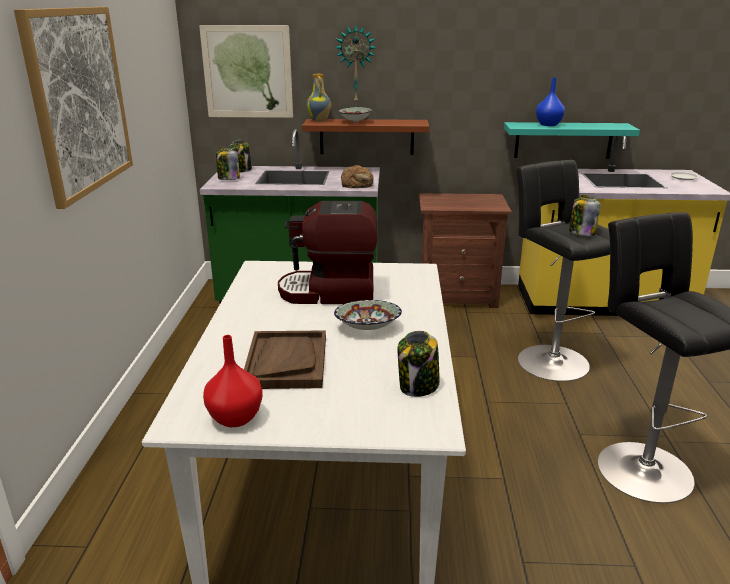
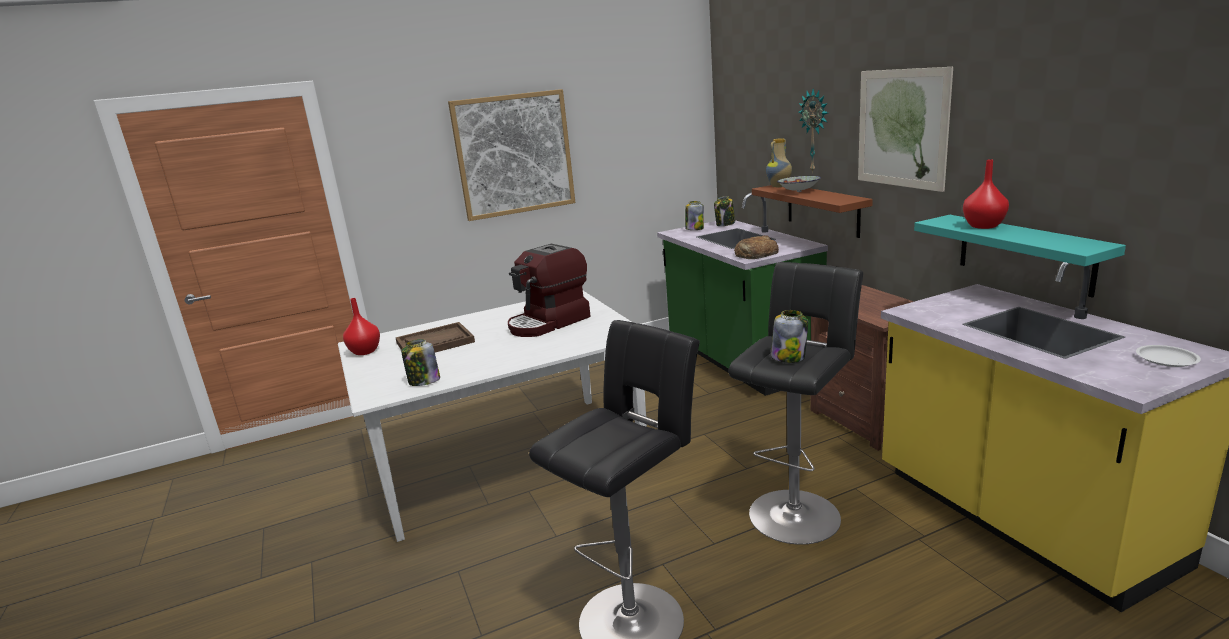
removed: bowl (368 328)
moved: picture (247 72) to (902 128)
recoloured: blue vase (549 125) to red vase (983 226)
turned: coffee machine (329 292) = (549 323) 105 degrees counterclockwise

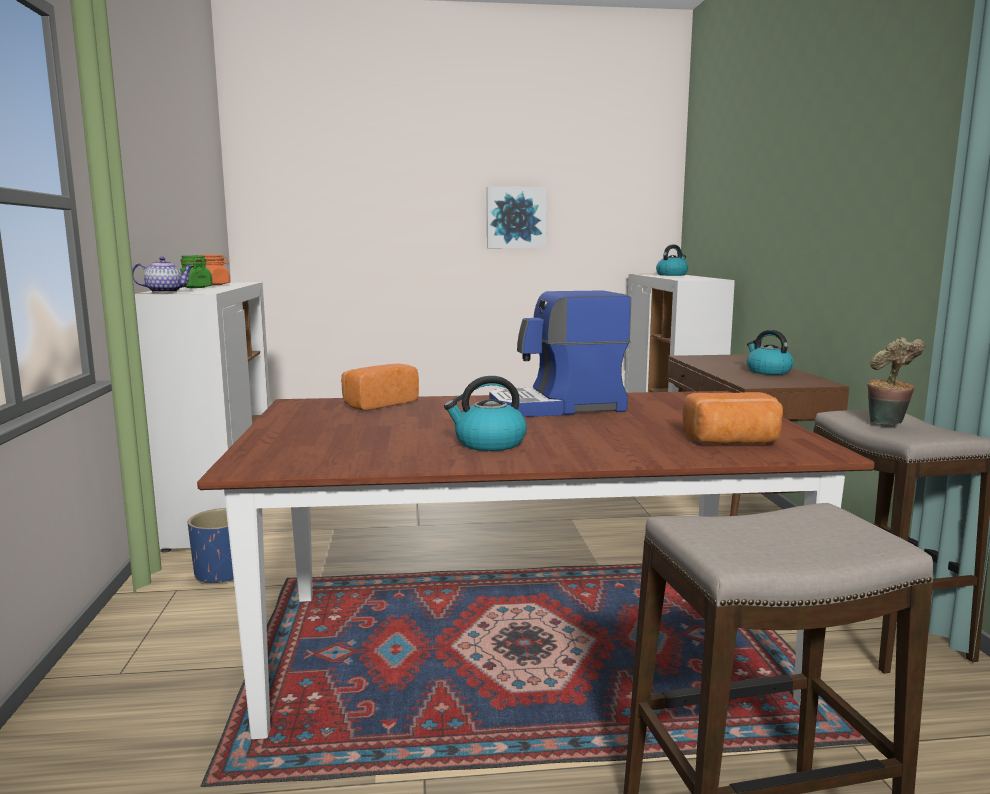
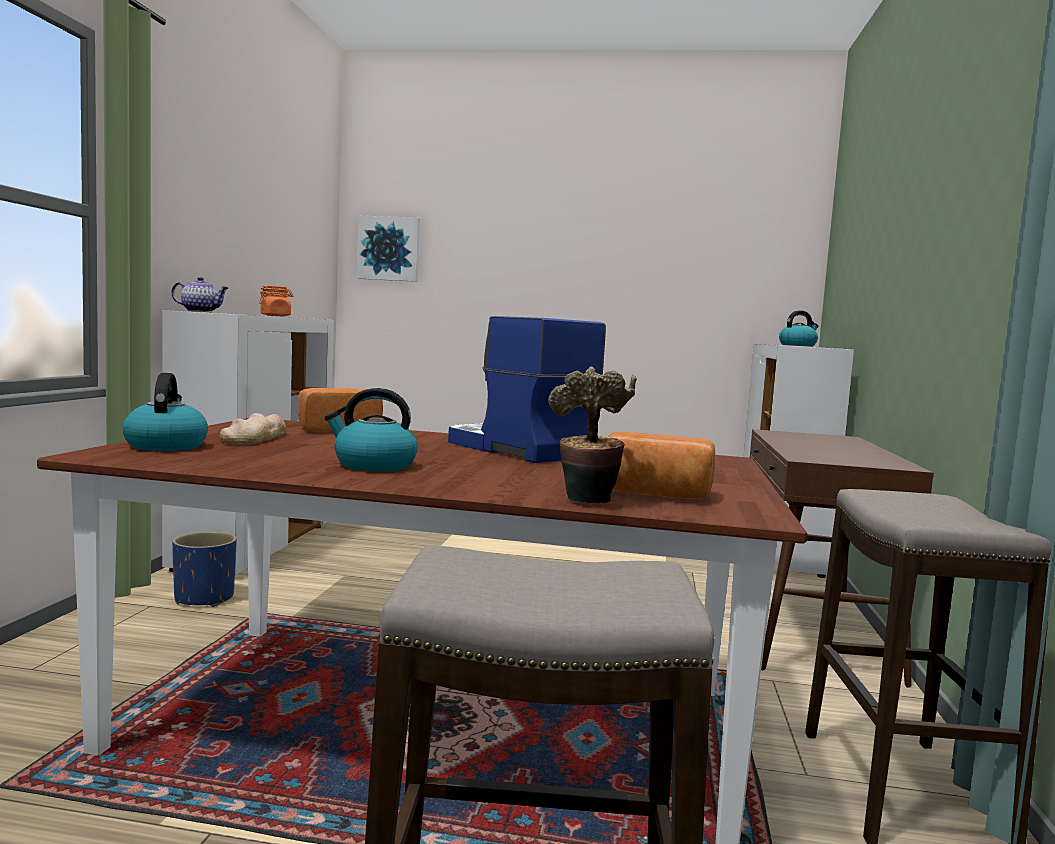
removed: green jar (195 287)
added: bread (255 437)
moved: kettle (767 371) to (166 446); picture (516 217) to (388 249); potted plant (887 424) to (587 503)
turned: coffee machine (557 407) = (516 449) 45 degrees clockwise

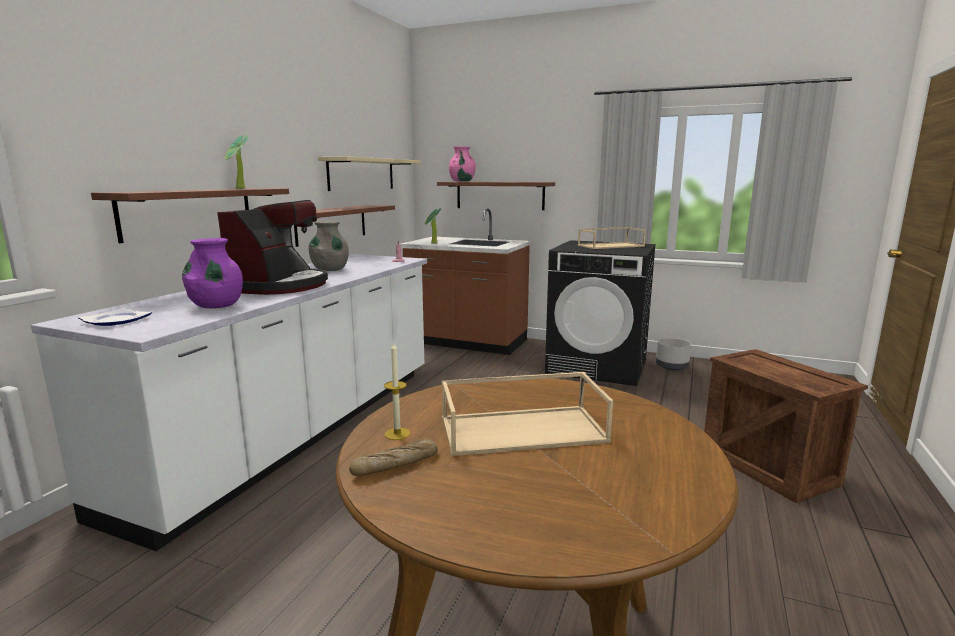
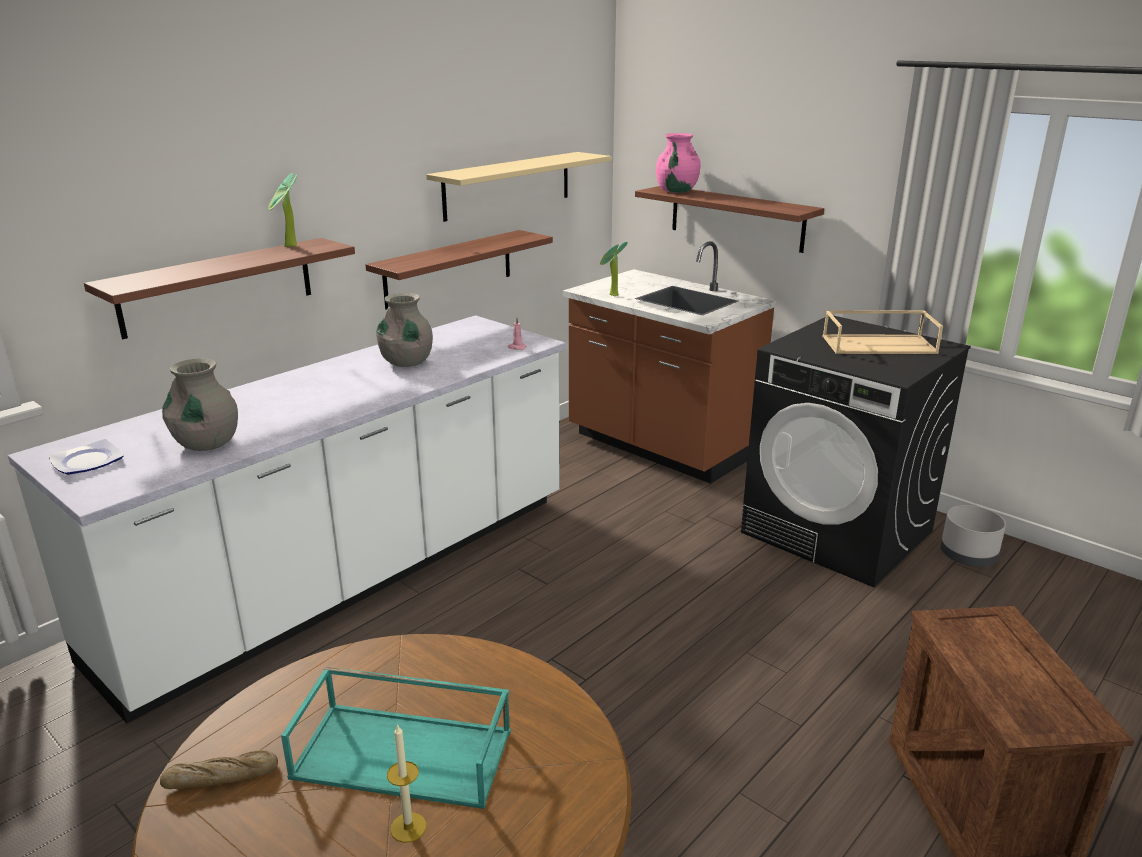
removed: coffee machine (280 286)
moved: candle (397 434) to (408 827)
recoloured: purple vase (217 306) to grey vase (207 444); beige tray (524 429) to turquoise tray (405 753)

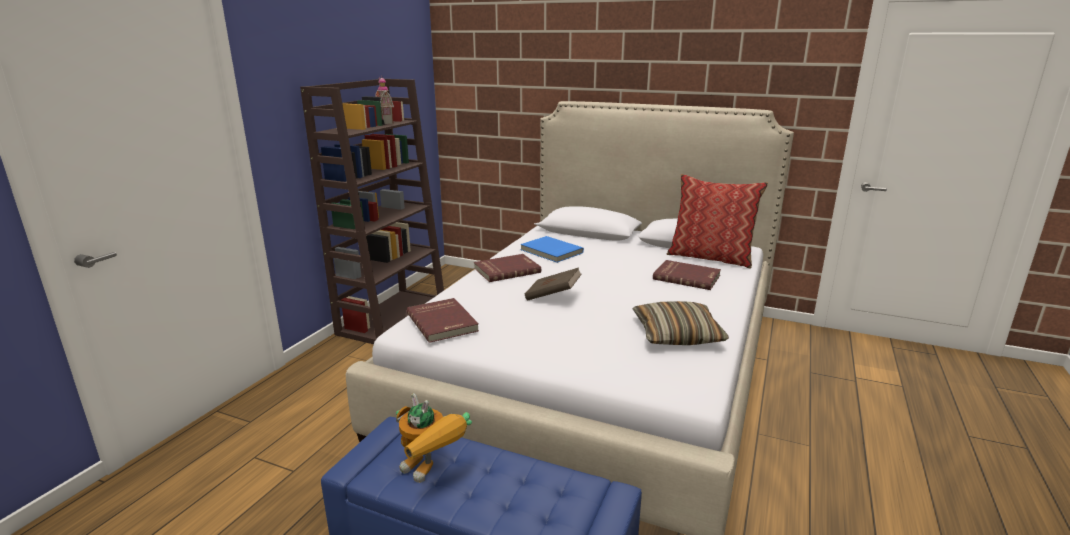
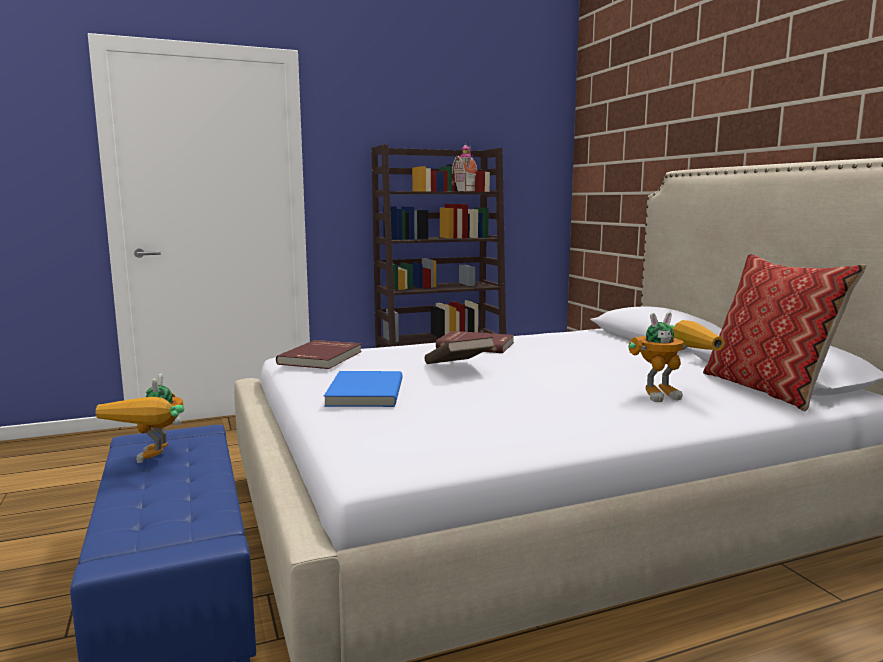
removed: pillow (677 334)
moved: blue book (550 251) to (363 393)
replaced: red book (687 277) to toy robot (670 394)

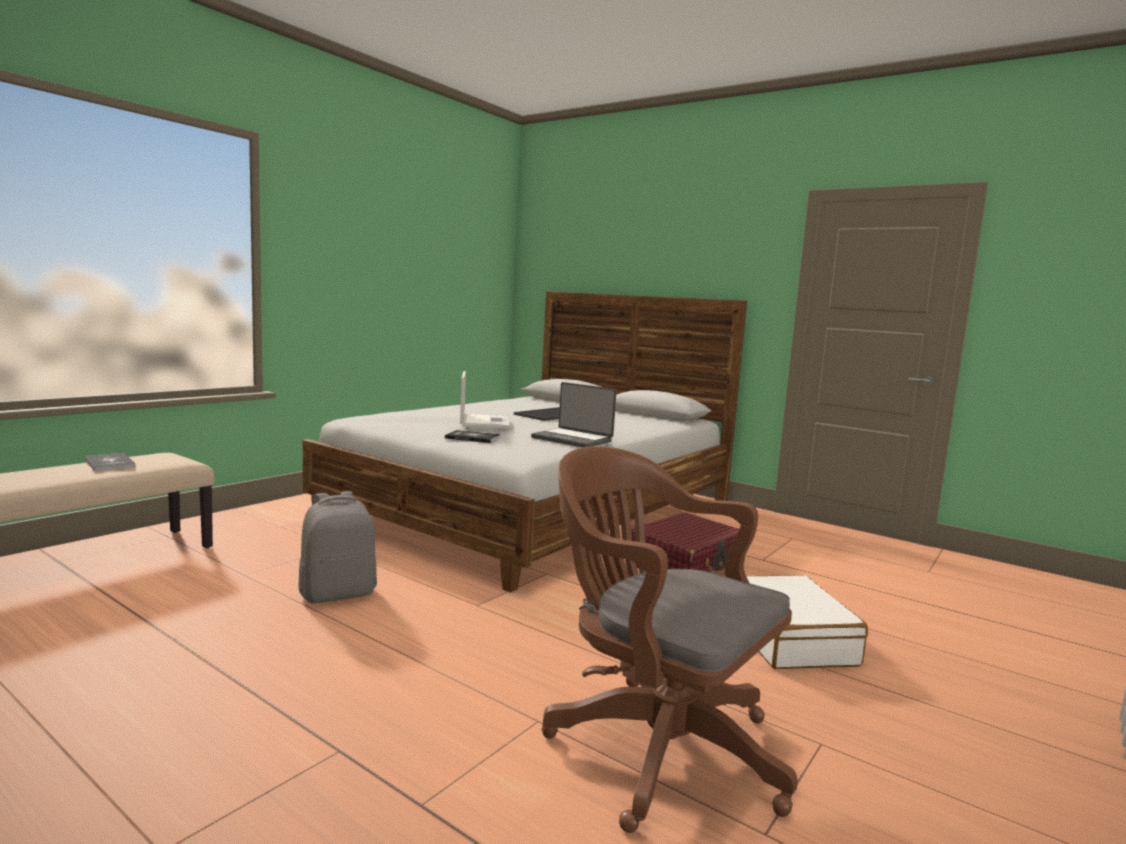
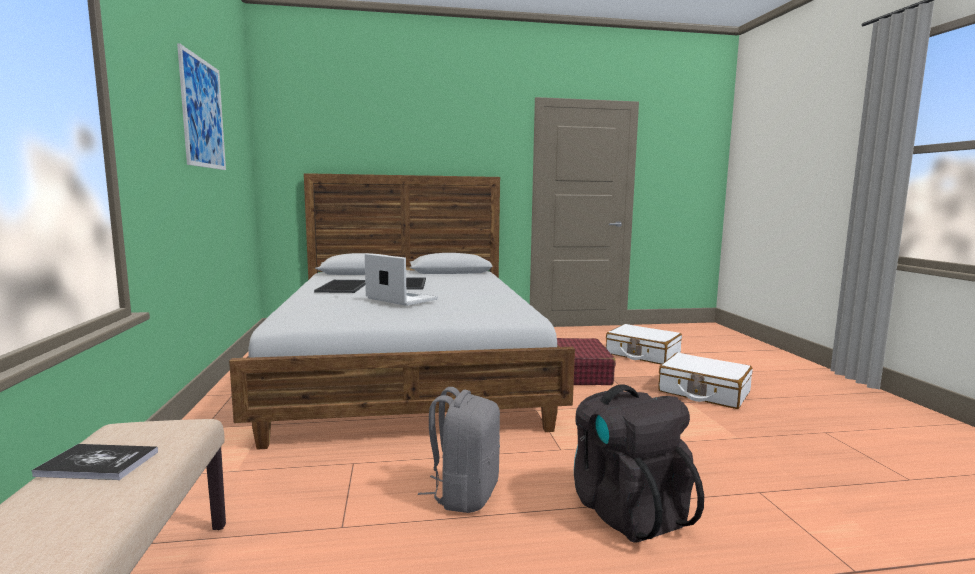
removed: book (472 438); laptop (573 439); brown office chair (655 745)
added: picture (203 113); tray (344 287); black backpack (626 510); white suitcase (642 354)

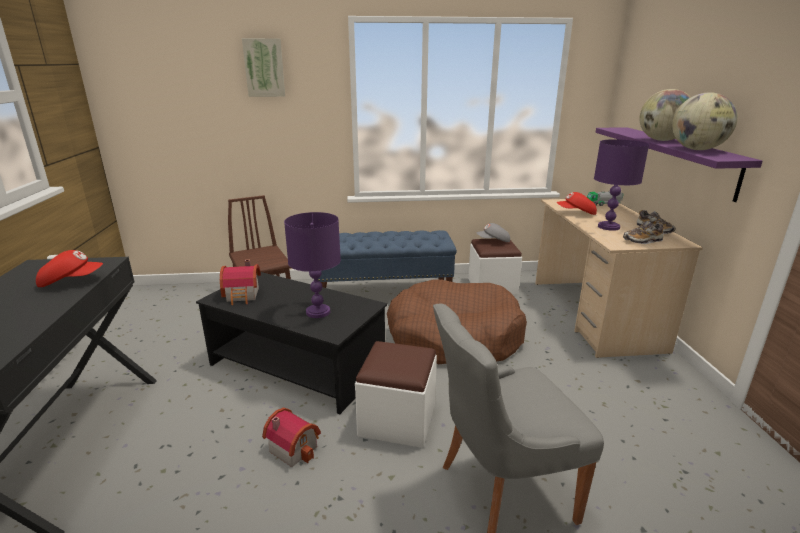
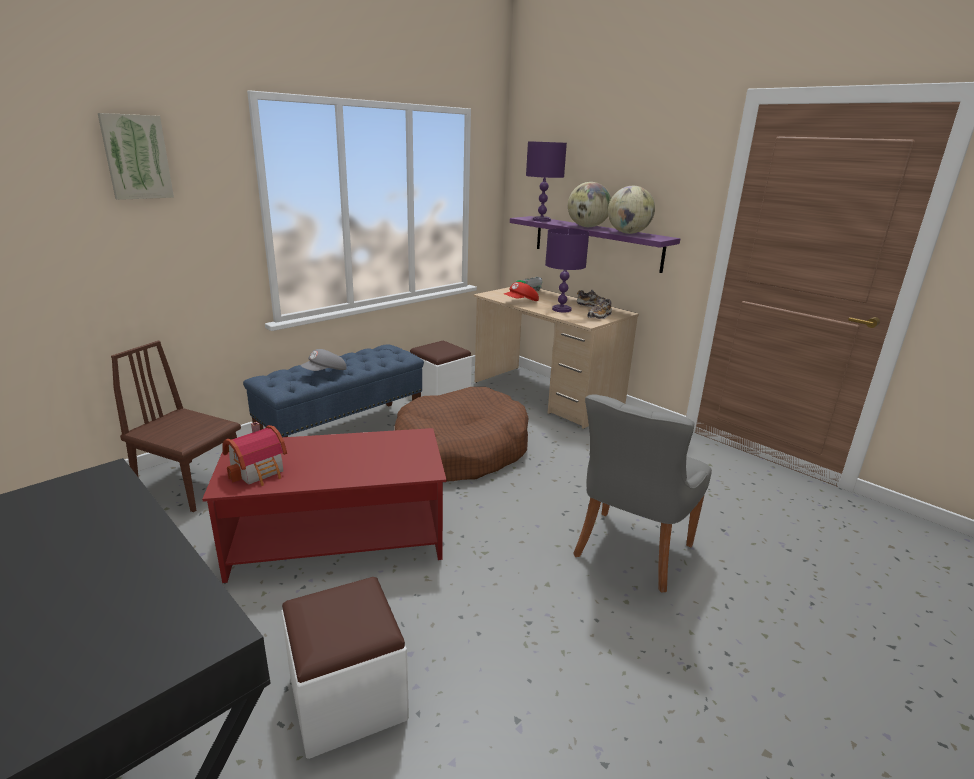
removed: red cap (71 281); toy house (294 447)
moved: white ottoman (397 420) to (347 698); grey cap (493 241) to (325 372); purple table lamp (318 312) to (542 220)
recoloured: black coffee table (298 366) to red coffee table (339 537)

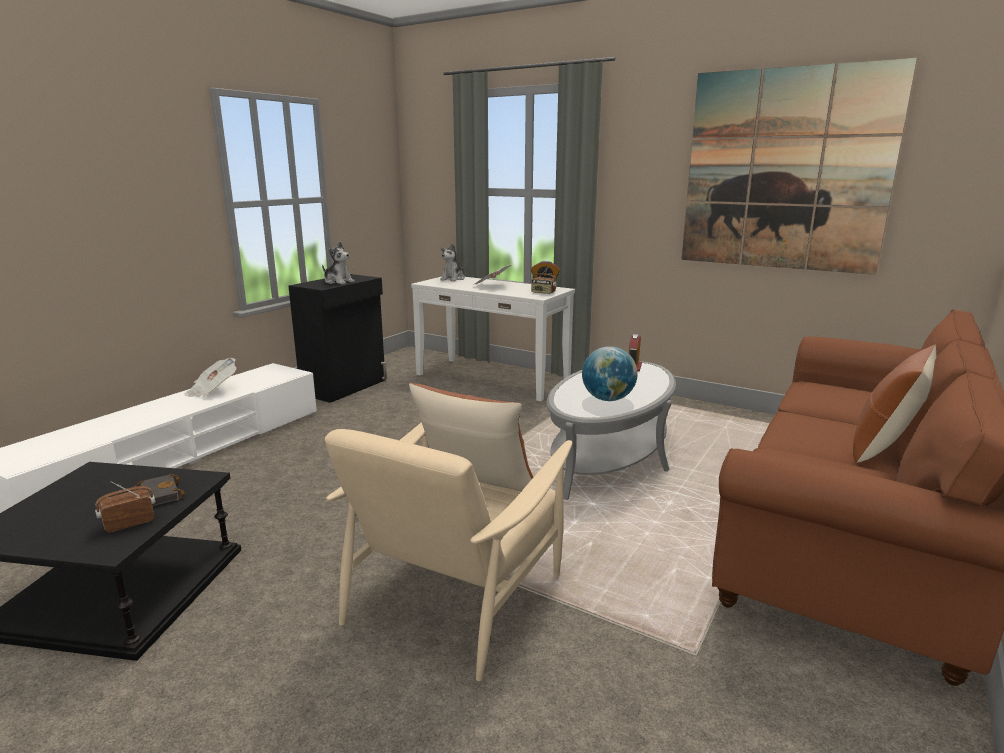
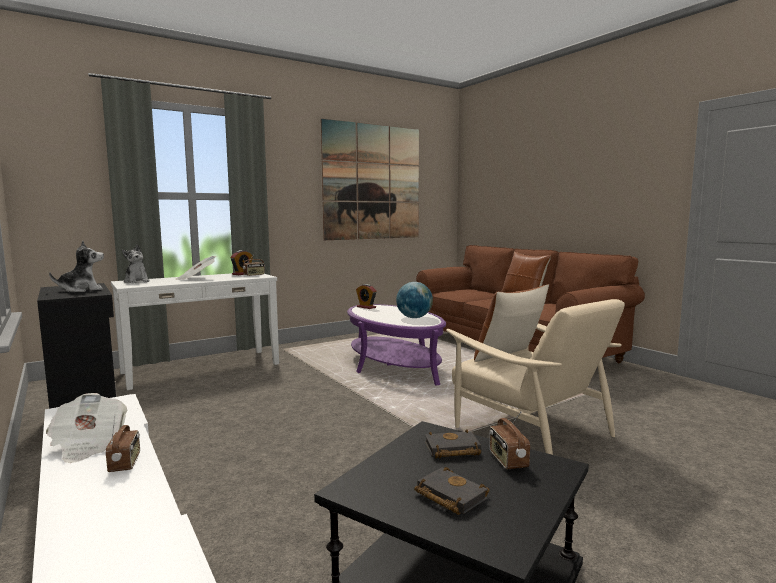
added: radio (125 463); black book (448 496)
recoloured: grey coffee table (609 457) to purple coffee table (393 366)

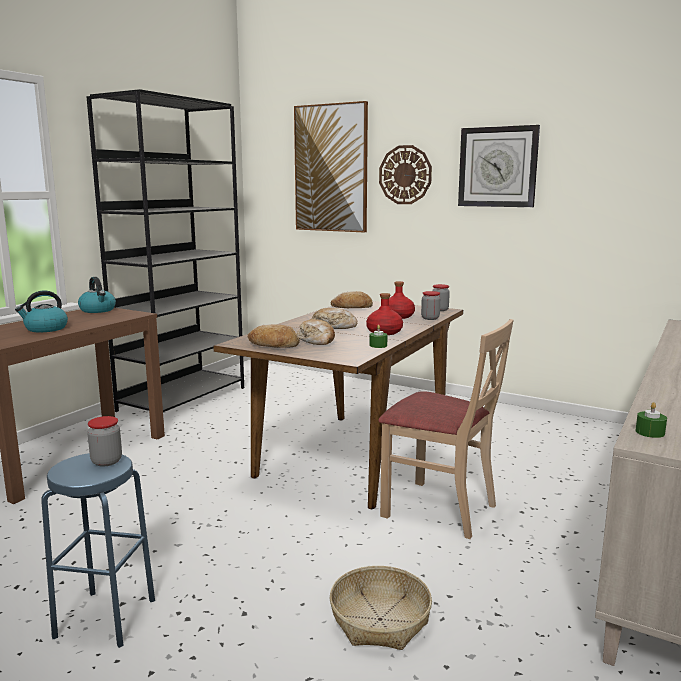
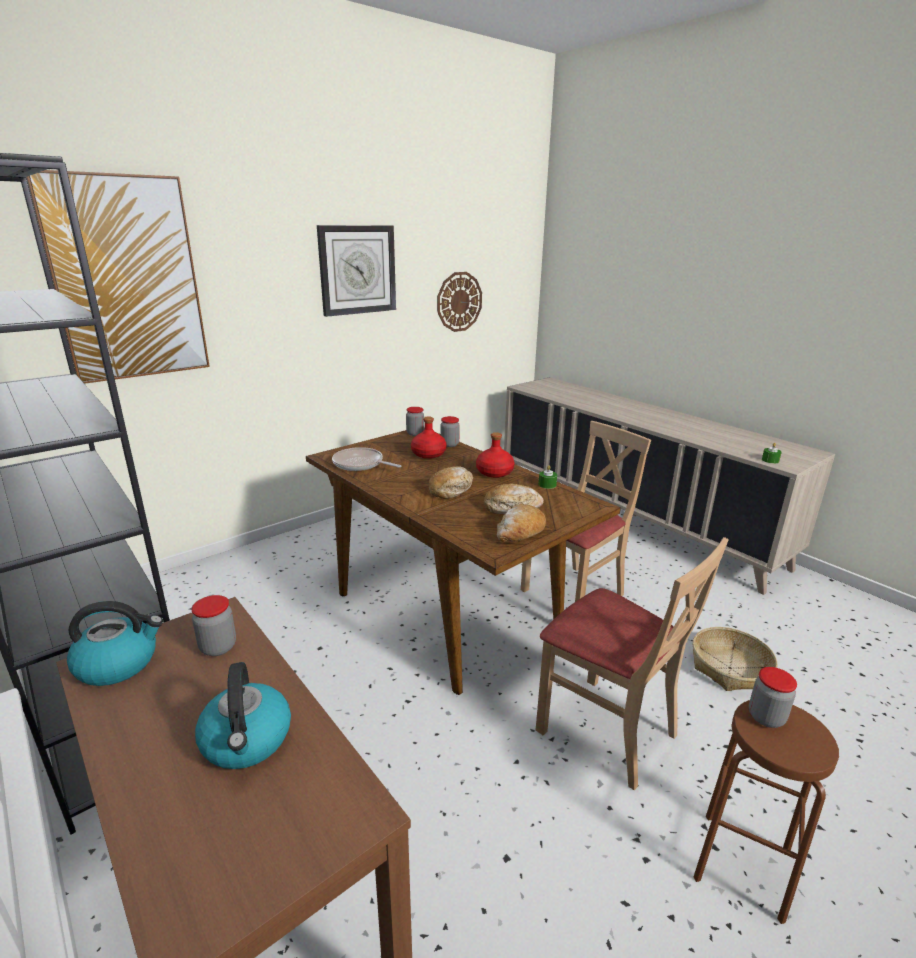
added: jar (218 647); beige chair (607 730)
moved: wall clock (405 175) to (459 302)
replaced: bread (352 308) to frying pan (360 464)
recoloured: blue stool (105 618) to brown stool (742 865)

